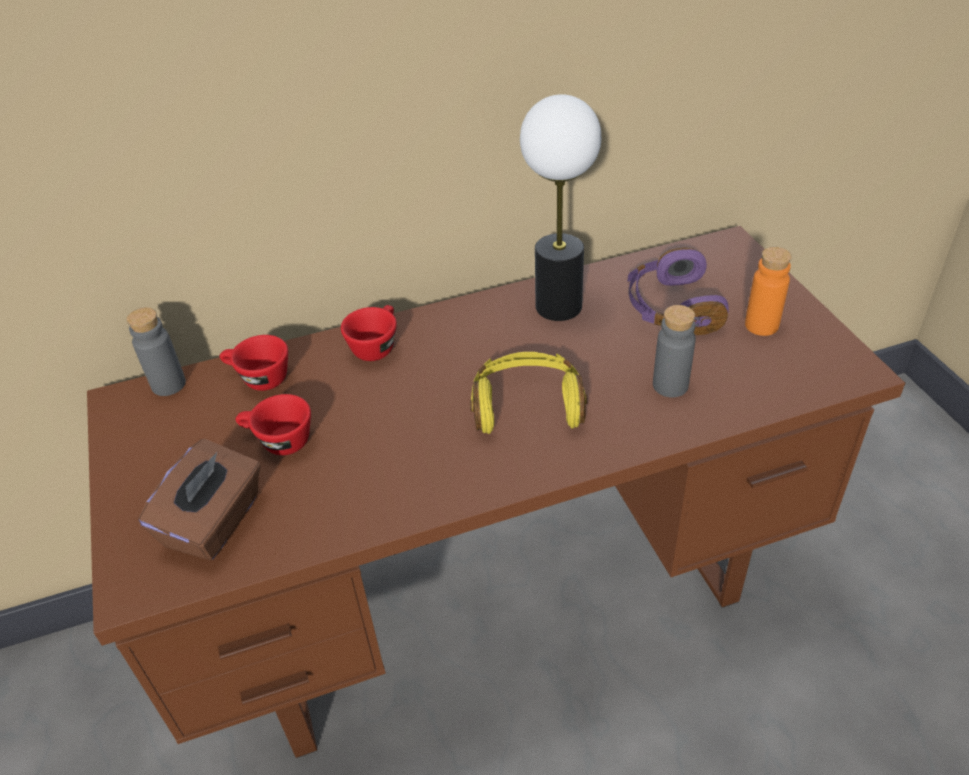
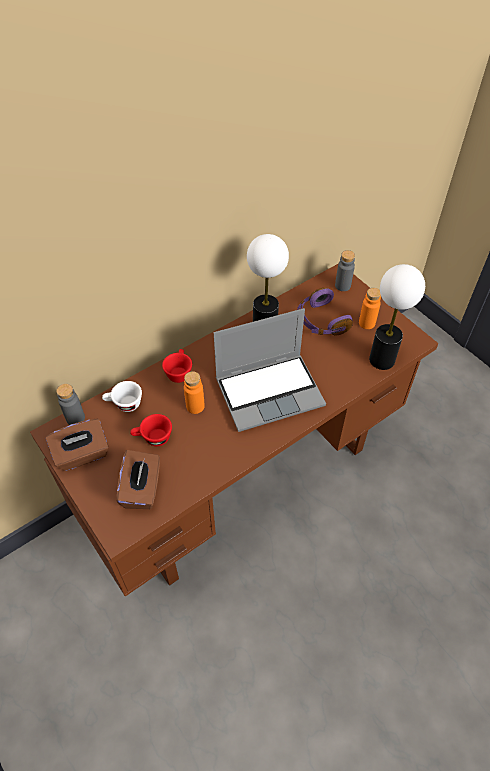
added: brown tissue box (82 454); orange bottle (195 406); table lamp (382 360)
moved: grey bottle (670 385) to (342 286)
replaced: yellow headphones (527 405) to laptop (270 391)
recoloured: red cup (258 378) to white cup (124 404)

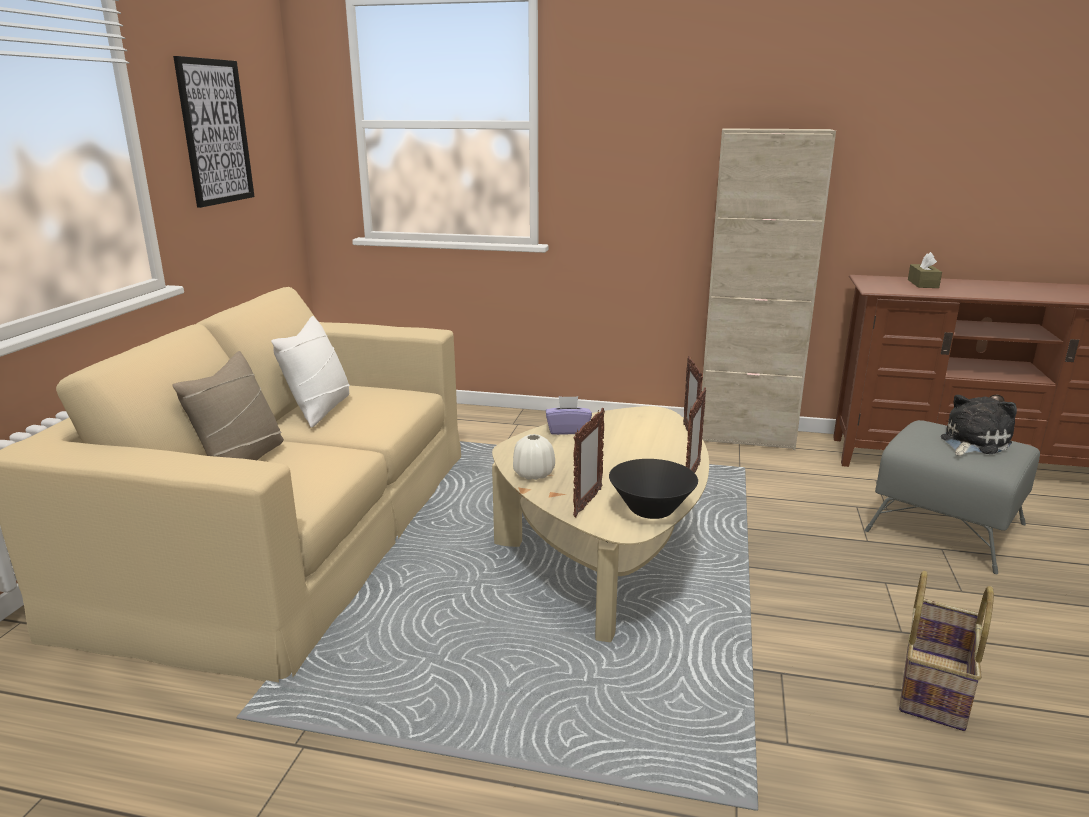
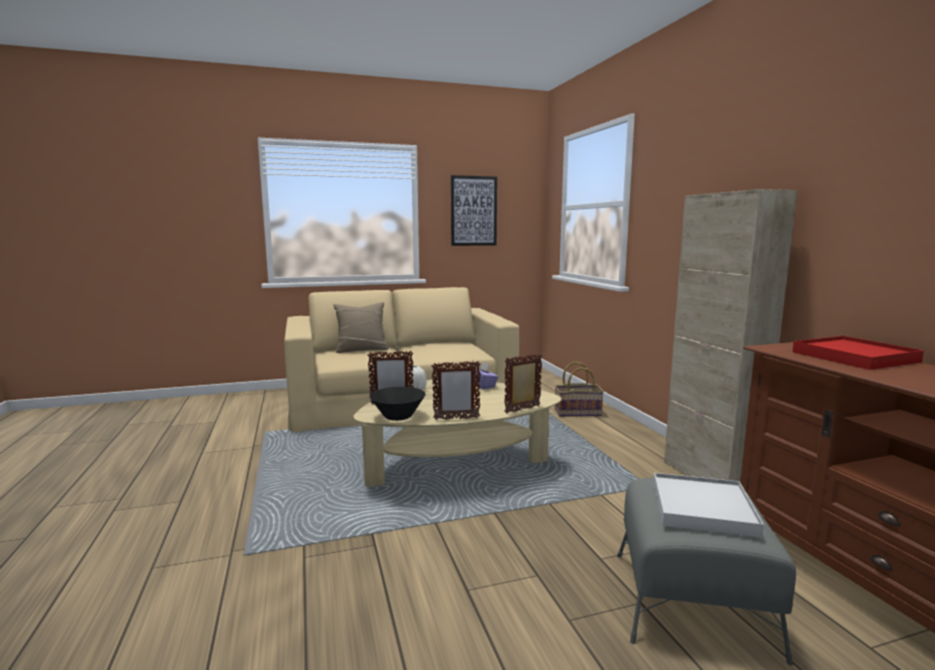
removed: white pillow (319 409)
moved: basket (932 686) to (577 412)
replaced: plush toy (972 442) to white tray (702 508); brown tissue box (923 284) to red tray (854 357)

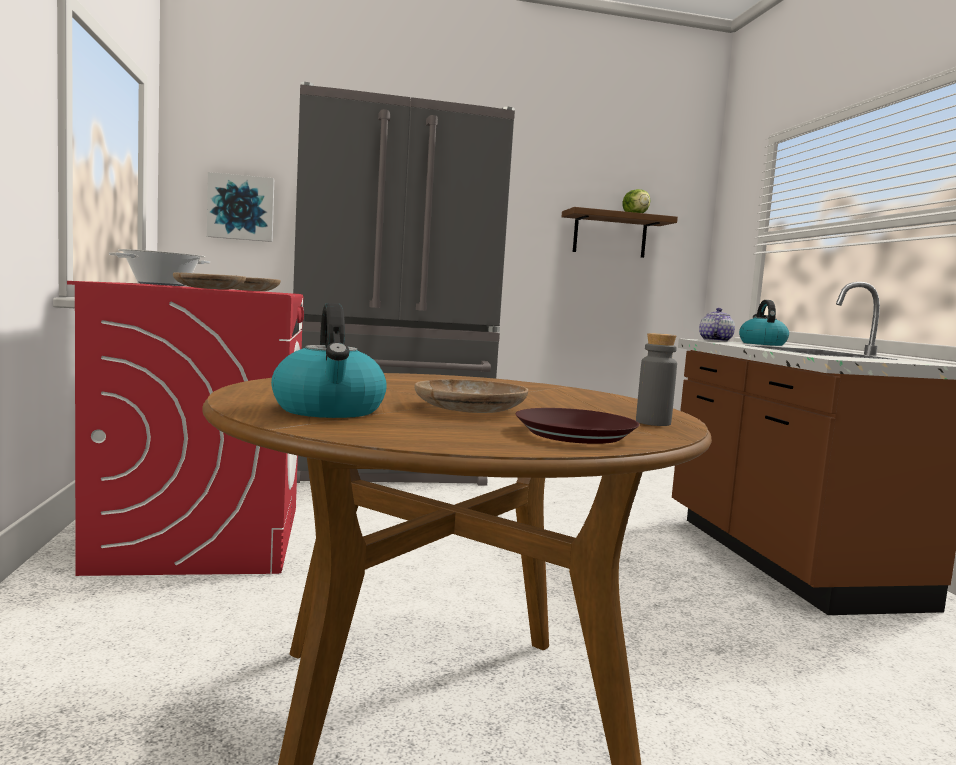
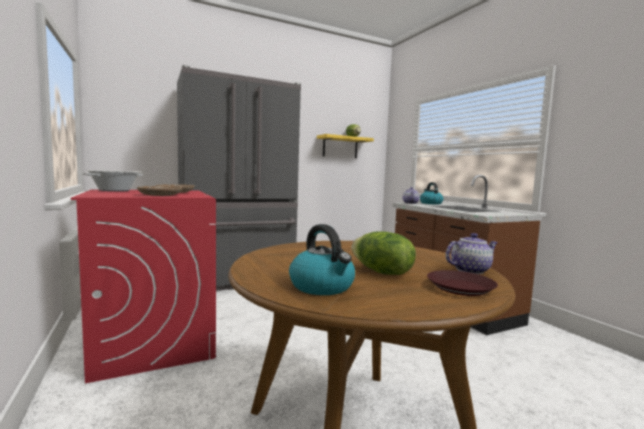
removed: picture (241 208)
replaced: beige plate (470 409) to lettuce (381 272); grey bottle (653 423) to teapot (470 270)
recoloured: brown shelf (610 235) to yellow shelf (340 147)

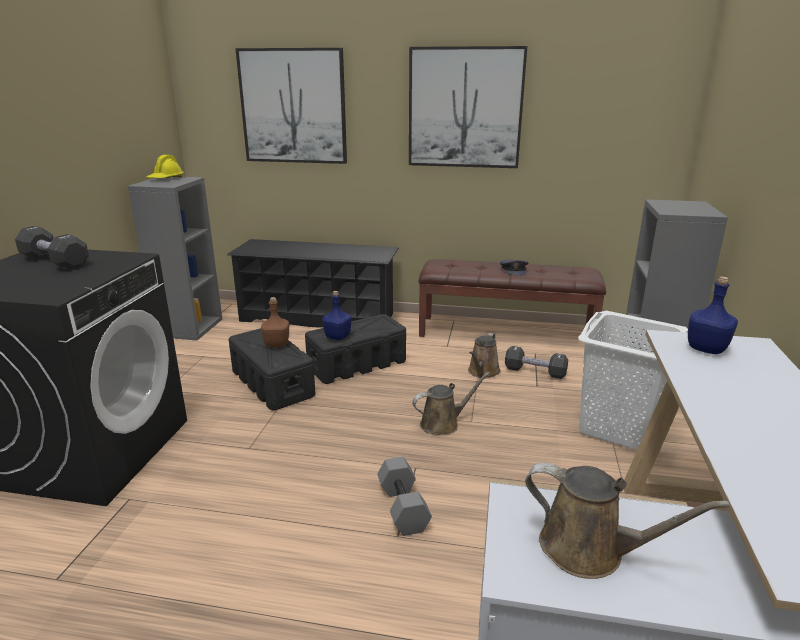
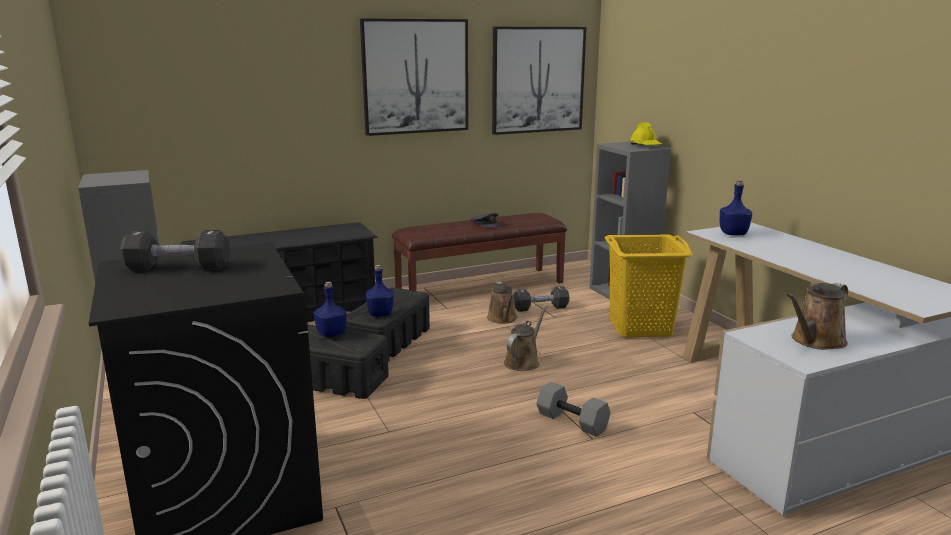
moved: picture (293 106) to (538 80); yellow hard hat (166 179) to (645 146)
recoloured: brown bottle (277 344) to blue bottle (331 334); white laundry basket (618 428) to yellow laundry basket (641 327)
turned: brown watering can (590 550) = (815 341) 150 degrees clockwise

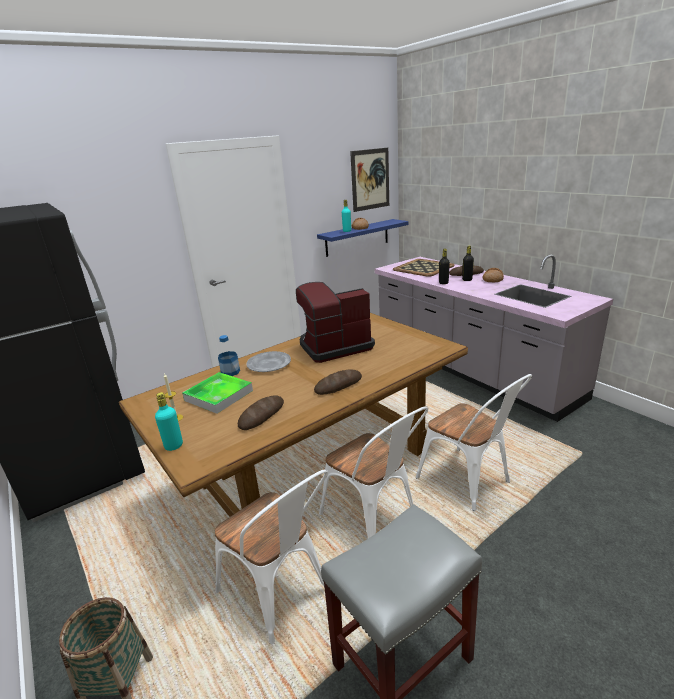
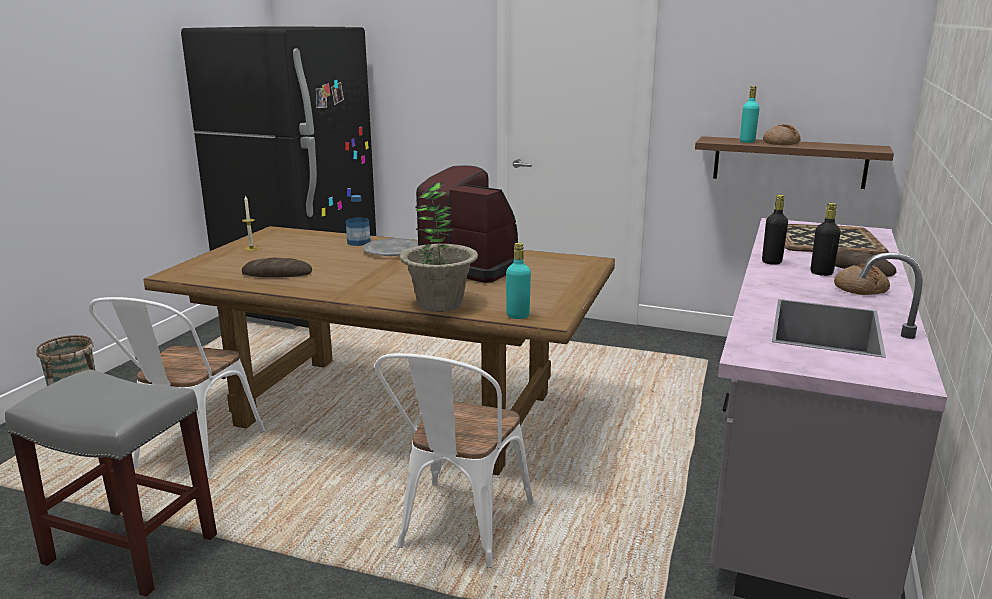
removed: tray (218 395); bread (338 385); white chair (375 520); picture (370 179)
added: potted plant (439 304)
moved: turquoise bottle (174 446) to (518 316)
recoloured: blue shelf (357 237) to brown shelf (789 162)

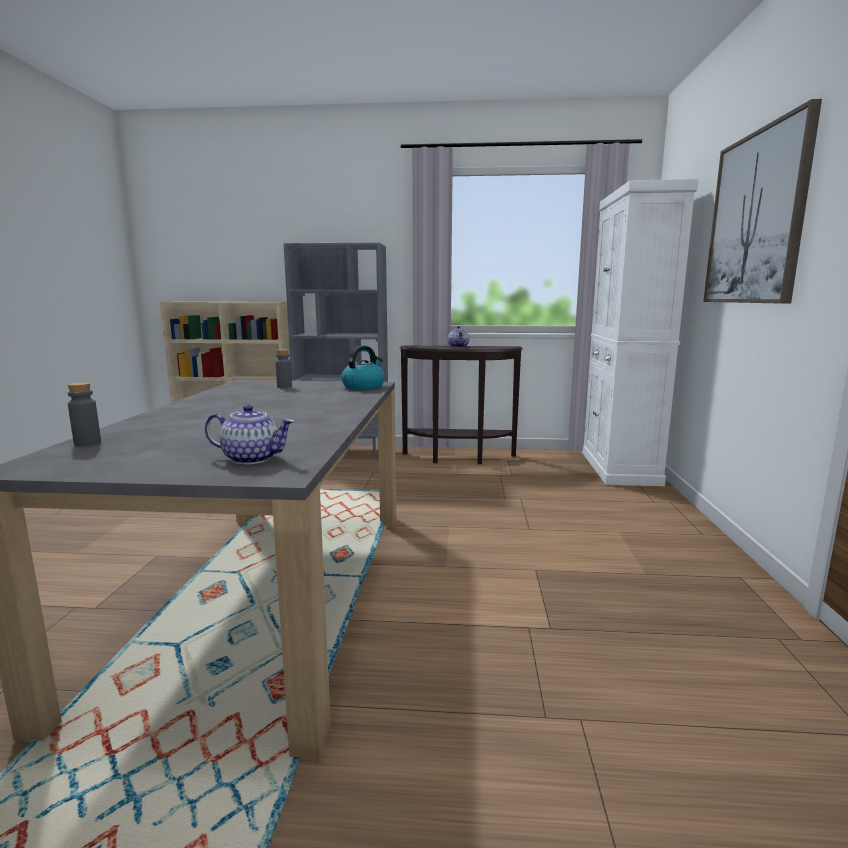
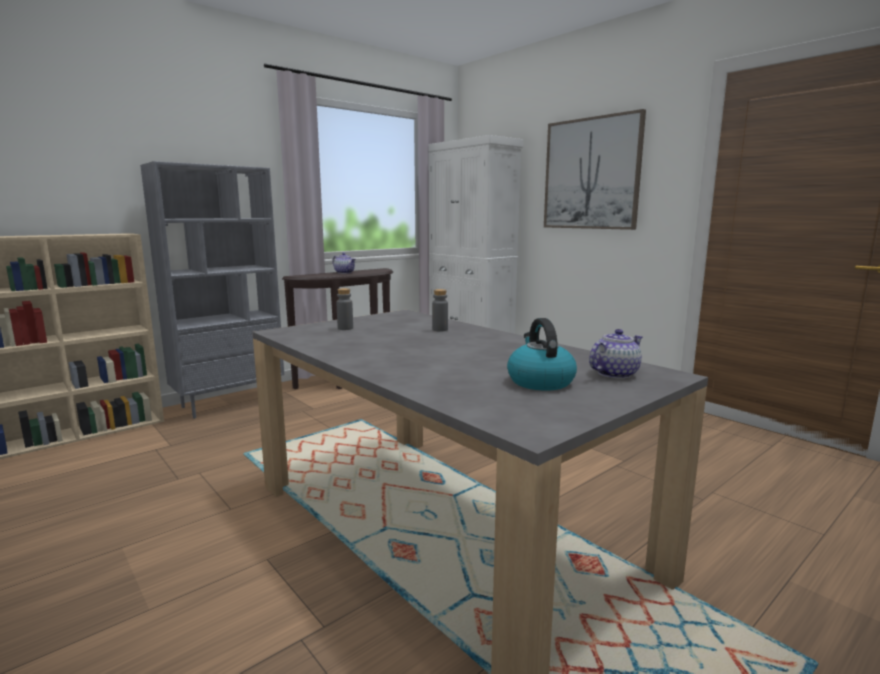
moved: grey bottle (87 443) to (440 329); kettle (363 387) to (539 381)

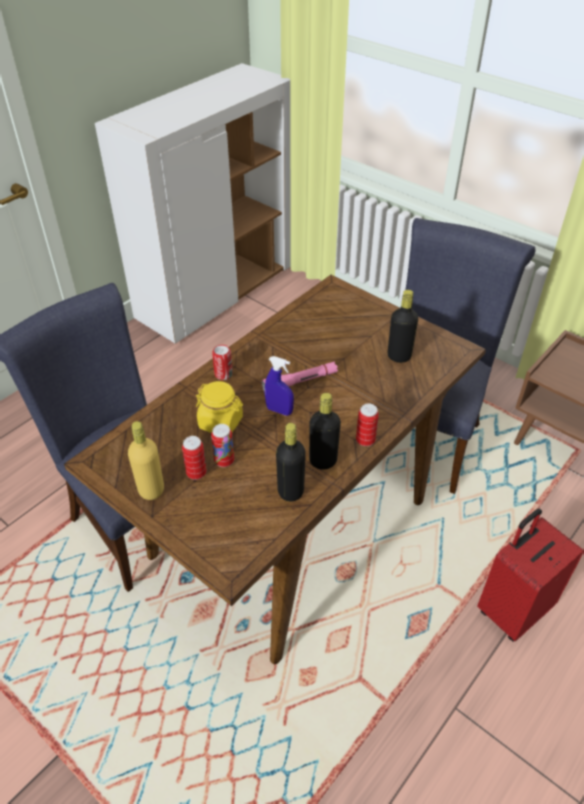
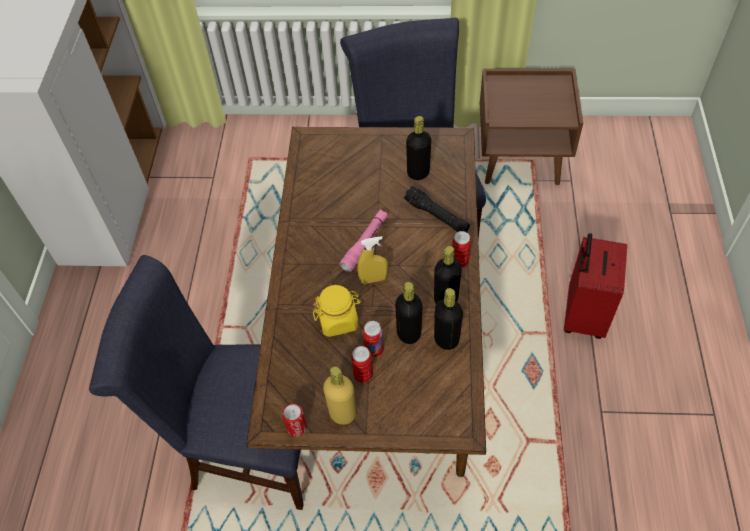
added: black bottle (409 333); black flashlight (436 216)
moved: can (223 374) to (296 427)
recoloured: blue spray bottle (279 410) to yellow spray bottle (373 279)

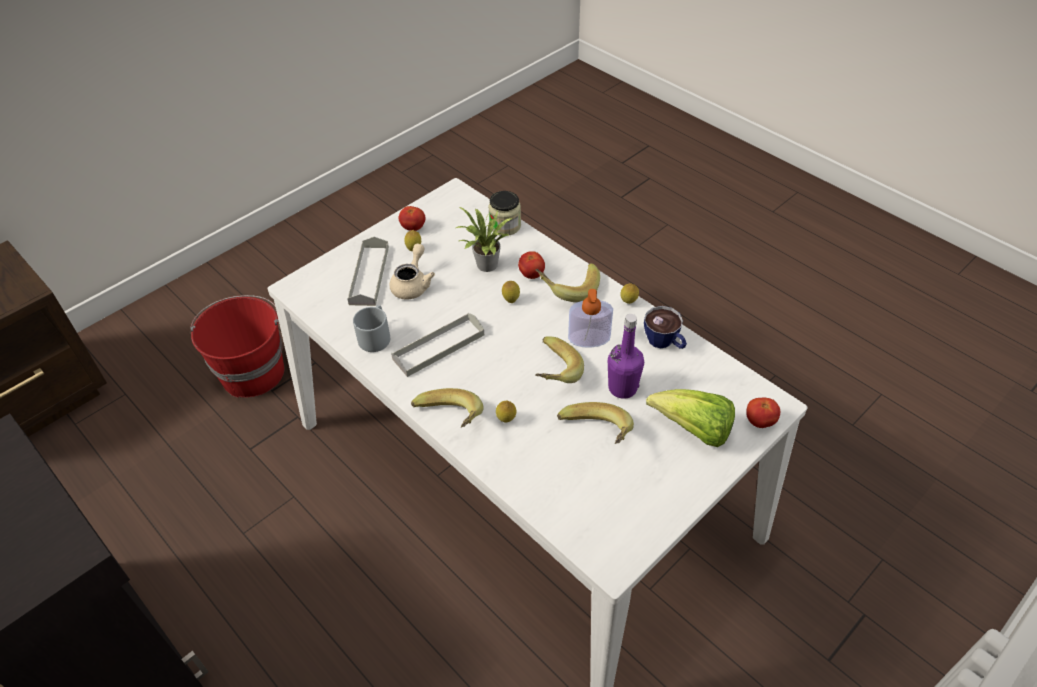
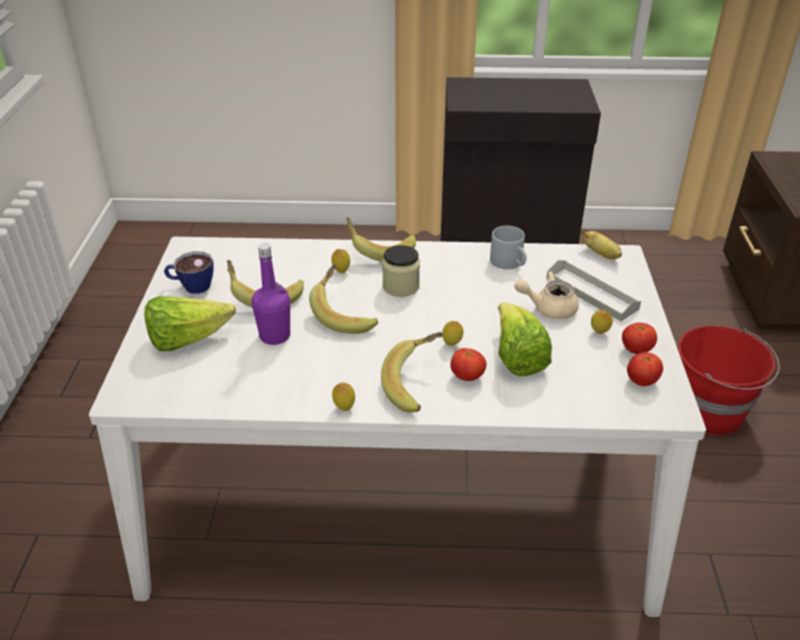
removed: grey tray (438 347); soap dispenser (589 338)
added: banana (601 254)
moved: cup (665 343) to (191 286); jar (505 226) to (401 286); tomato (759 421) to (641 381)
replaced: potted plant (485 266) to lettuce (517 358)
turned: beige teapot (413 284) = (548 308) 120 degrees clockwise

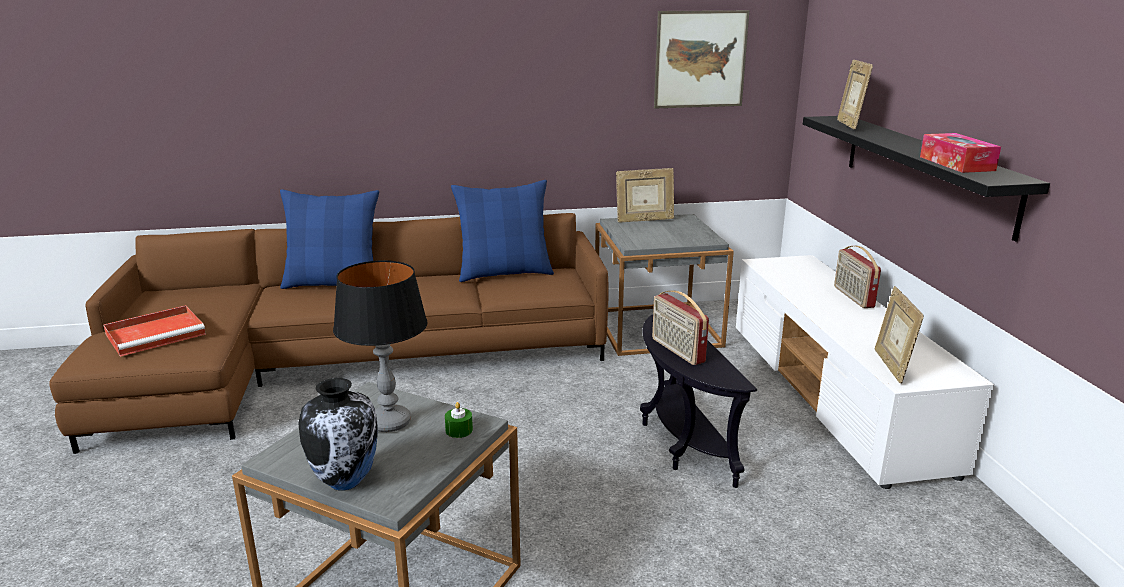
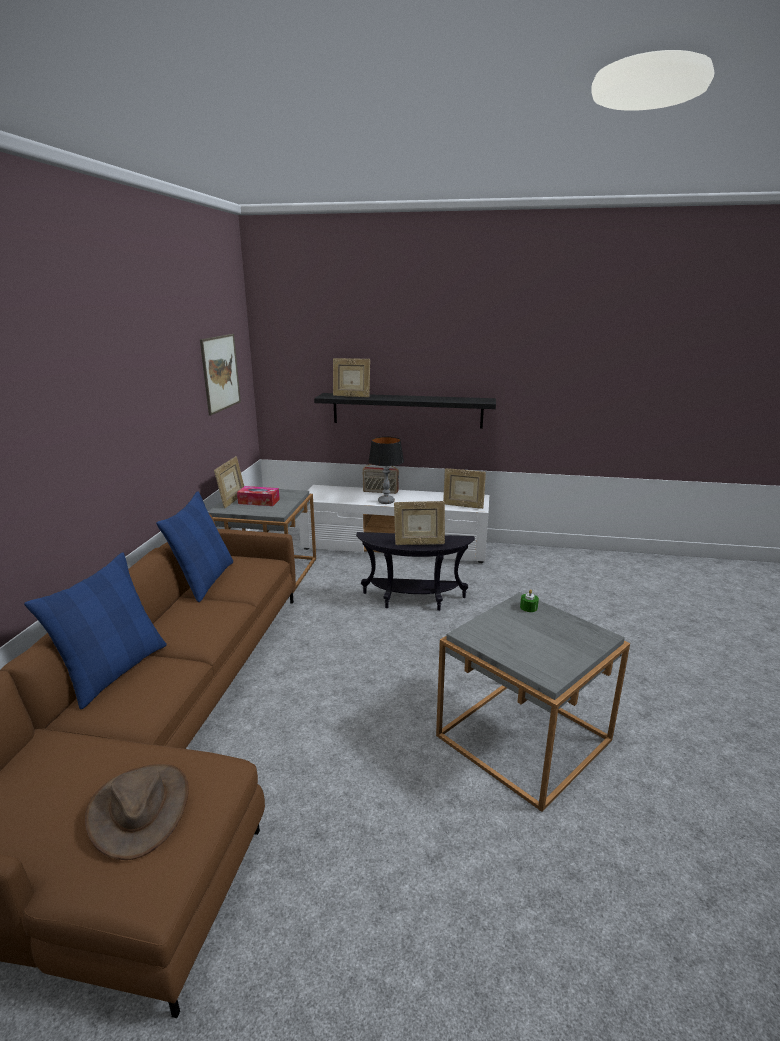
removed: vase (346 481)
moved: tissue box (956 163) to (259 501); table lamp (389 422) to (386 501)
replaced: red tray (157 333) to brown hat (139 809); radio (677 351) to picture frame (419 544)

